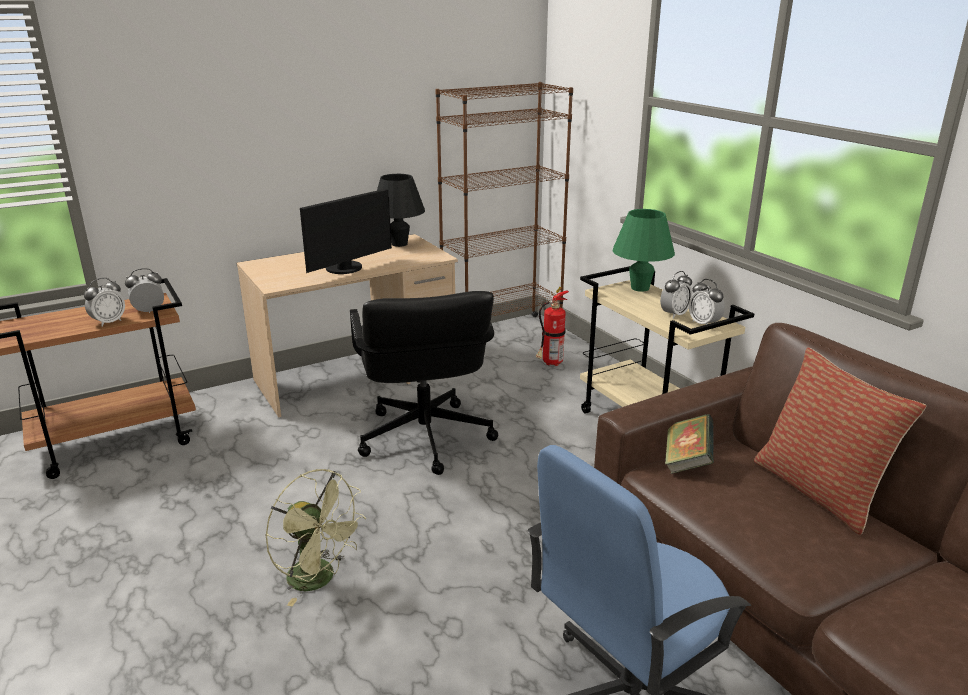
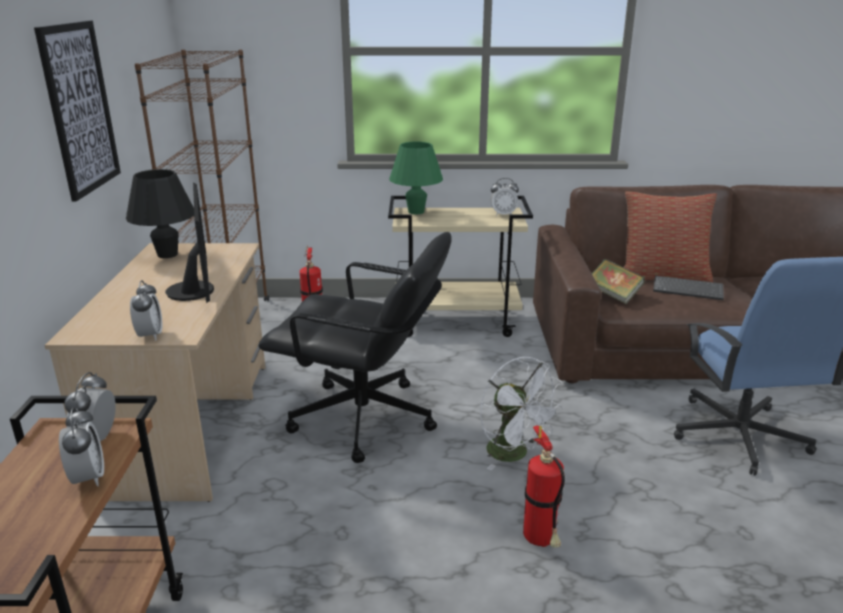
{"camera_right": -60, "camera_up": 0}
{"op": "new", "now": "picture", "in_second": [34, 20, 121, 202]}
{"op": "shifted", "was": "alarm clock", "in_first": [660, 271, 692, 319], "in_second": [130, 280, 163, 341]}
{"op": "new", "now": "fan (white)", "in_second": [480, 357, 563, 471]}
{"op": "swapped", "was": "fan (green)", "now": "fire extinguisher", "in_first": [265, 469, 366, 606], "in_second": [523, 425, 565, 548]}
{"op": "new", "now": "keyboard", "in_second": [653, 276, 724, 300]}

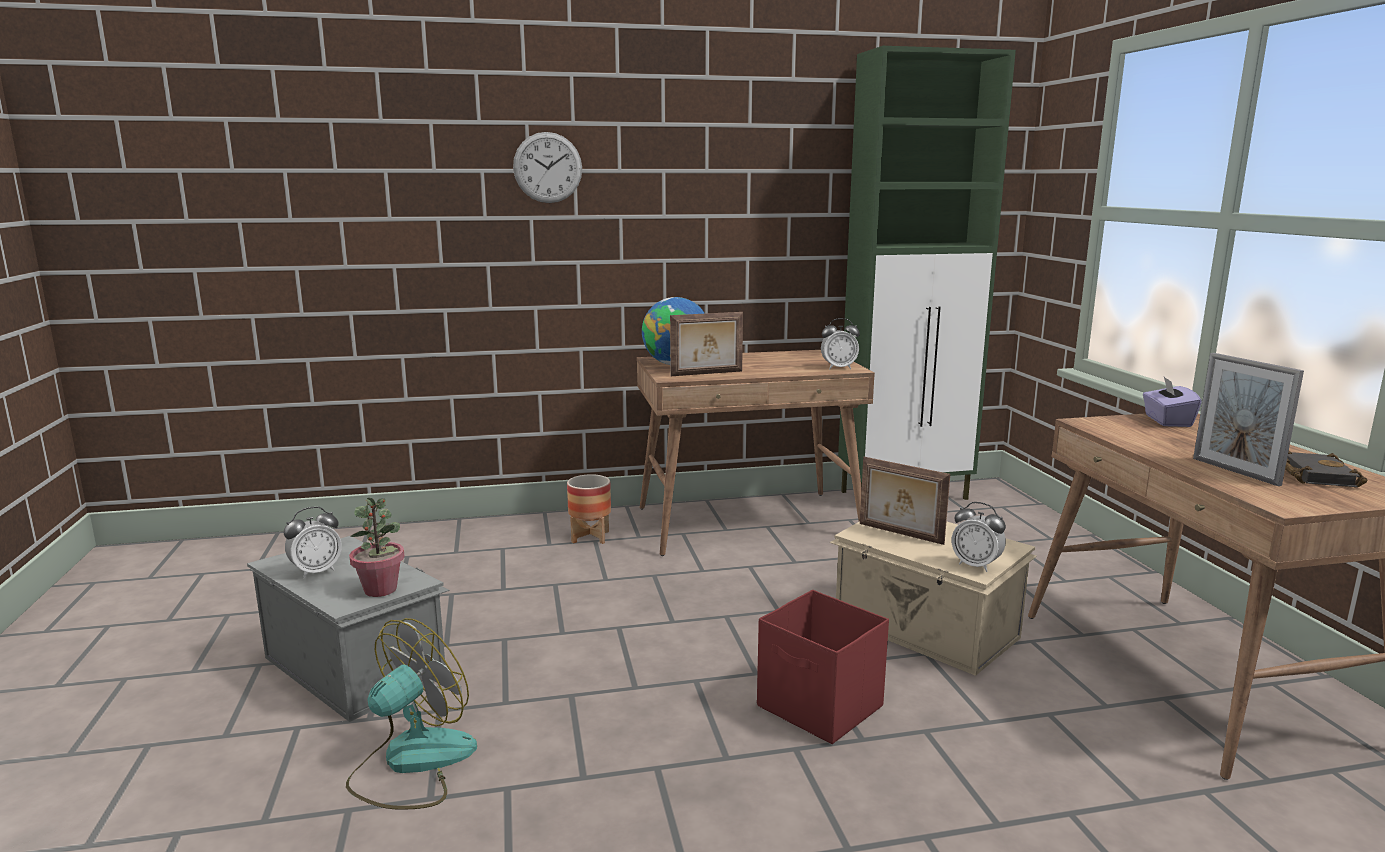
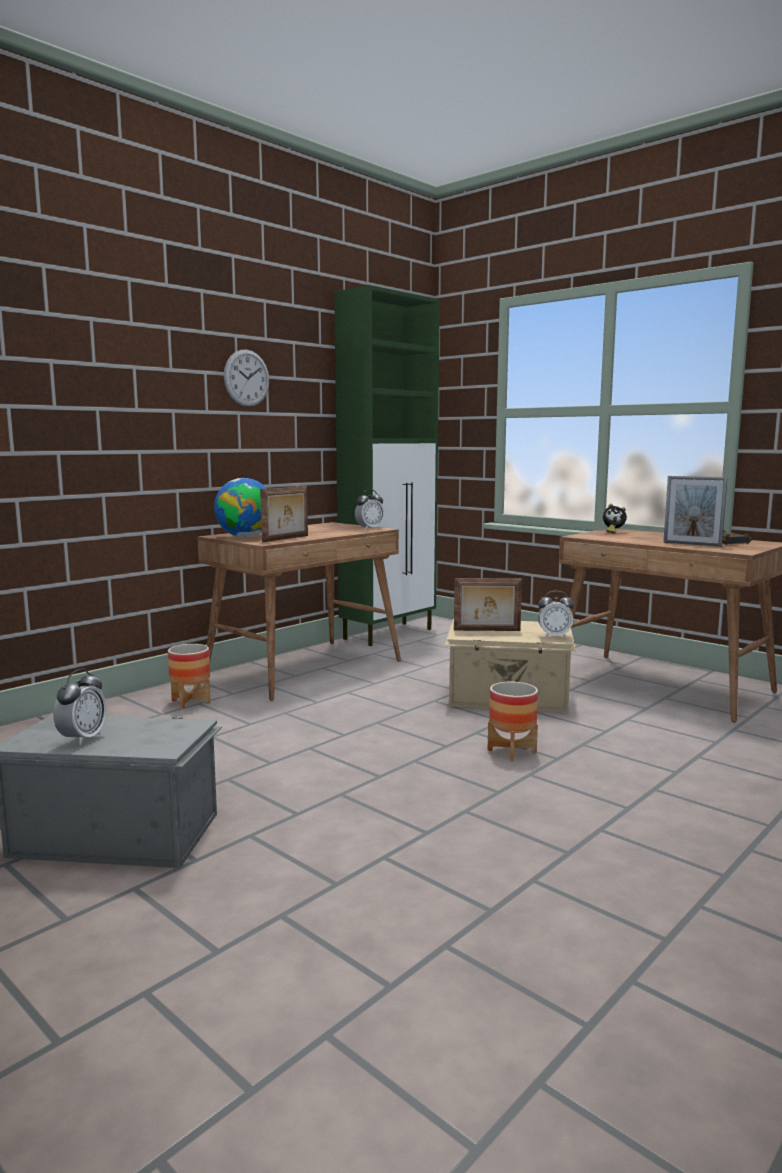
{"camera_right": -35, "camera_up": -5}
{"op": "shifted", "was": "wall clock", "in_first": [513, 132, 582, 203], "in_second": [224, 349, 269, 407]}
{"op": "swapped", "was": "storage box (red)", "now": "planter", "in_first": [757, 590, 889, 744], "in_second": [488, 682, 538, 761]}
{"op": "swapped", "was": "tissue box (purple)", "now": "alarm clock", "in_first": [1143, 377, 1202, 427], "in_second": [603, 504, 627, 534]}
{"op": "gone", "was": "fan", "in_first": [346, 618, 477, 810]}
{"op": "gone", "was": "potted plant", "in_first": [349, 498, 405, 597]}

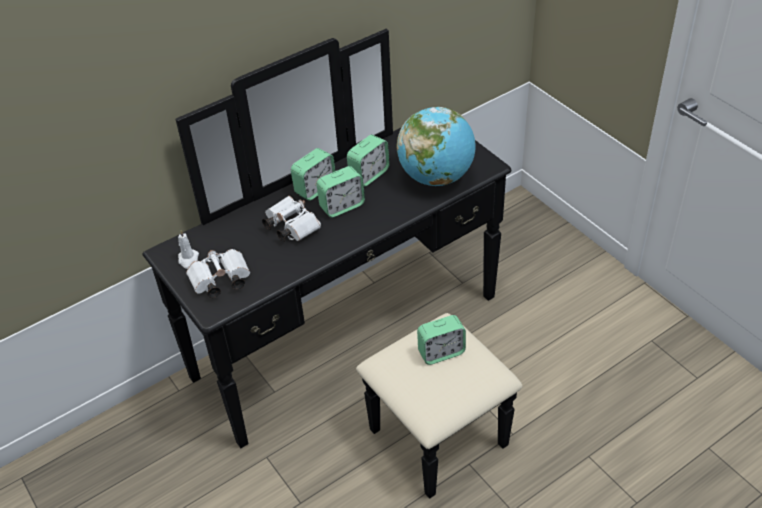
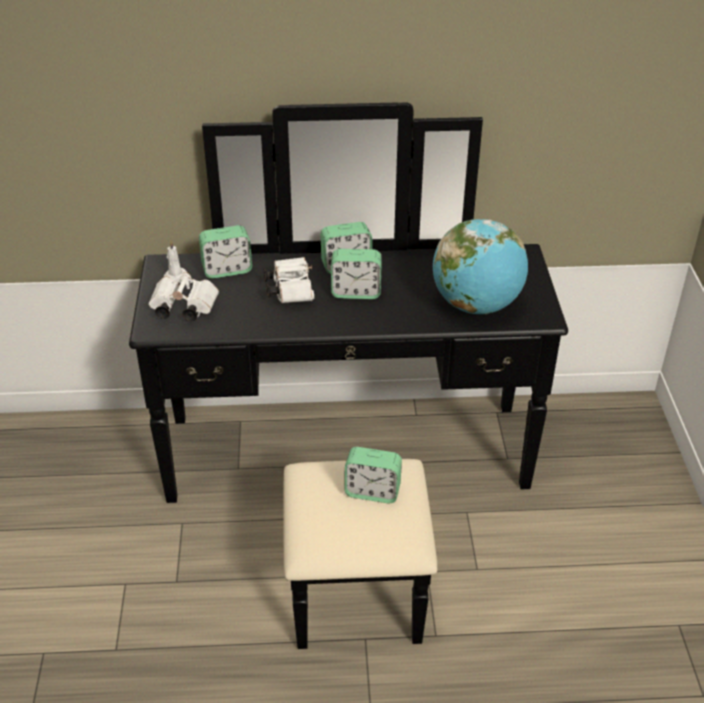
{"camera_right": 30, "camera_up": -5}
{"op": "shifted", "was": "alarm clock", "in_first": [347, 135, 390, 187], "in_second": [199, 225, 252, 279]}

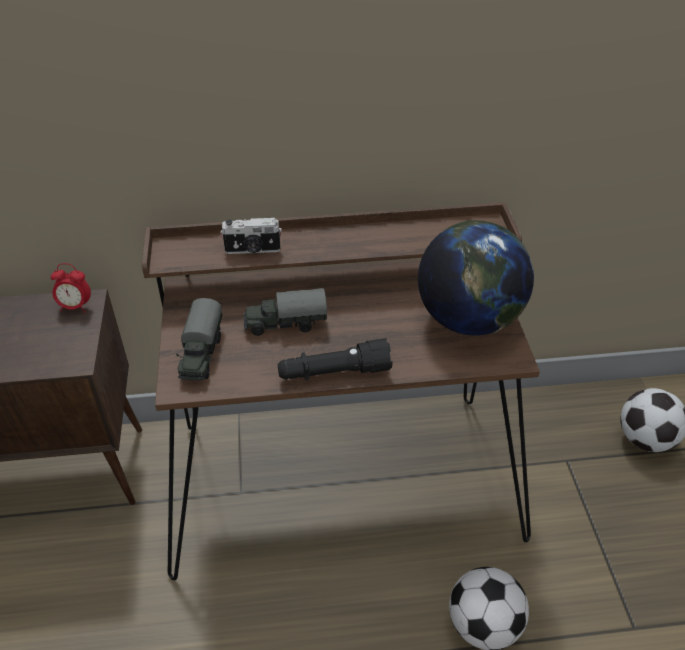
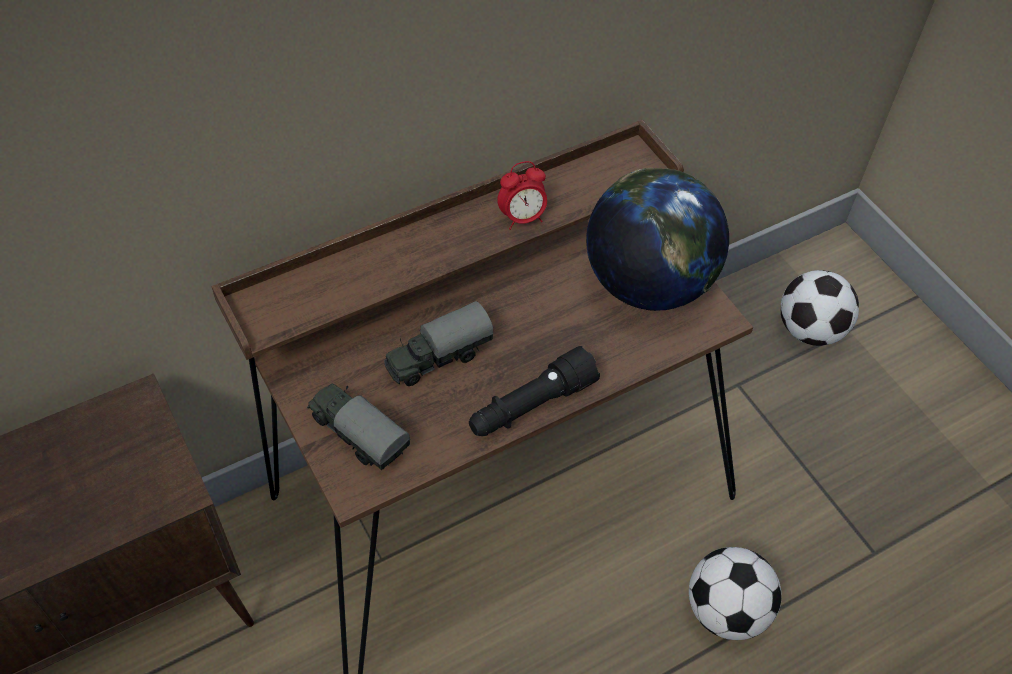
{"camera_right": -25, "camera_up": 10}
{"op": "rotated", "was": "toy truck", "in_first": [176, 298, 222, 381], "in_second": [307, 384, 410, 470], "clockwise": 150}
{"op": "shifted", "was": "alarm clock", "in_first": [51, 263, 91, 313], "in_second": [497, 161, 547, 230]}
{"op": "gone", "was": "photo camera", "in_first": [220, 217, 282, 254]}

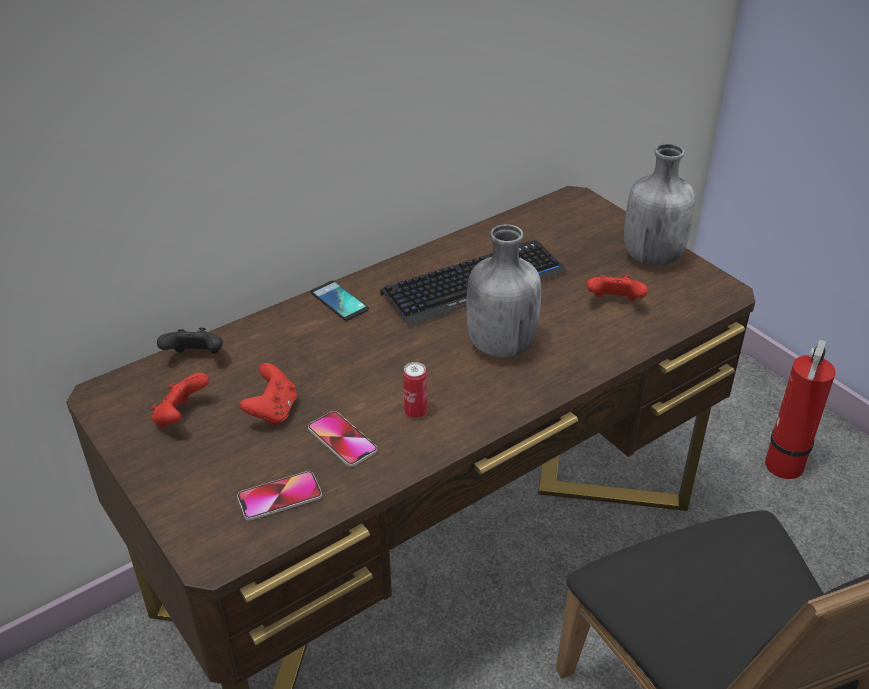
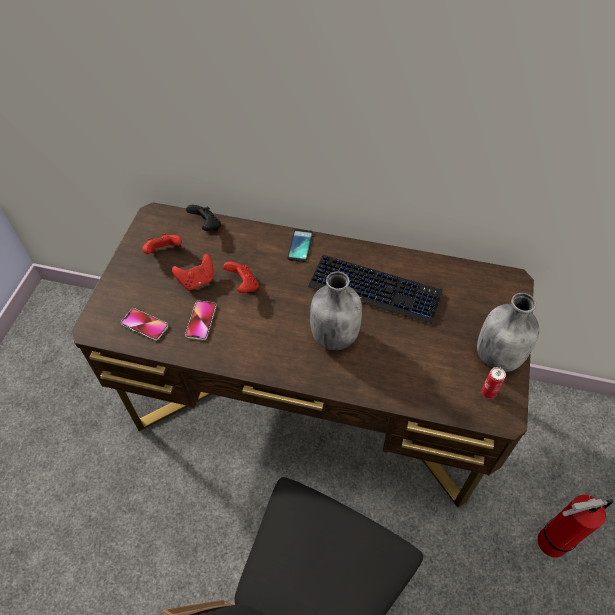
{"camera_right": 50, "camera_up": 15}
{"op": "shifted", "was": "game controller (red)", "in_first": [586, 275, 648, 301], "in_second": [223, 262, 259, 293]}
{"op": "shifted", "was": "can", "in_first": [403, 362, 427, 419], "in_second": [481, 367, 506, 399]}

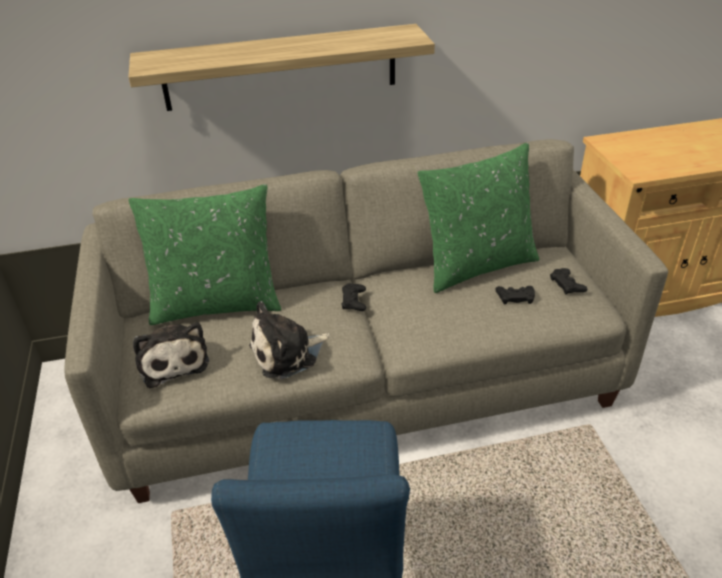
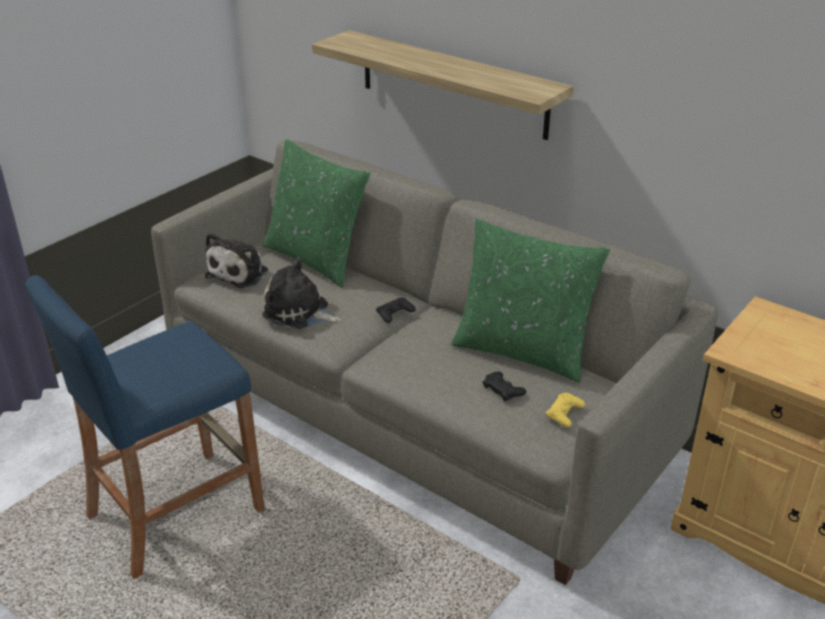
{"camera_right": 50, "camera_up": -5}
{"op": "repainted", "was": "game controller (black)", "now": "game controller (yellow)", "in_first": [550, 268, 587, 294], "in_second": [546, 393, 585, 427]}

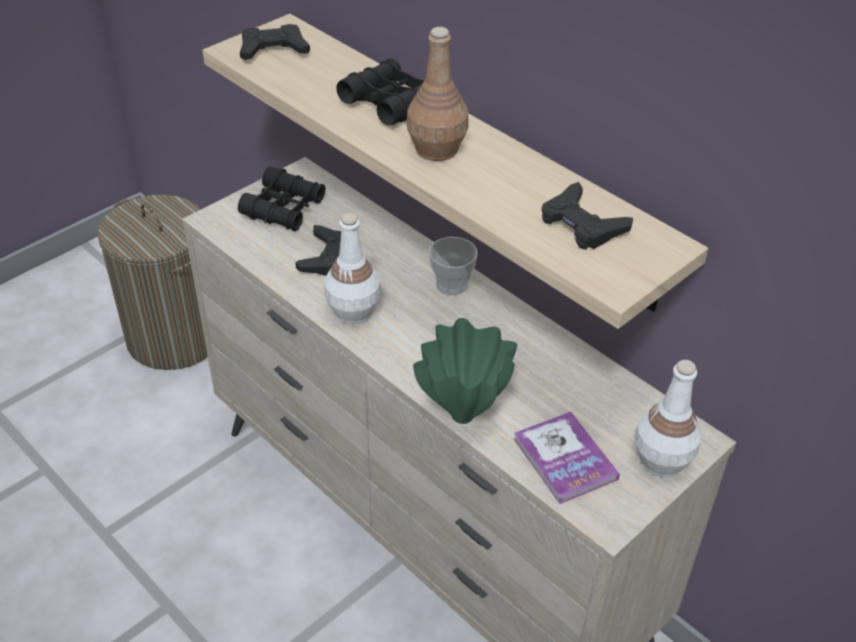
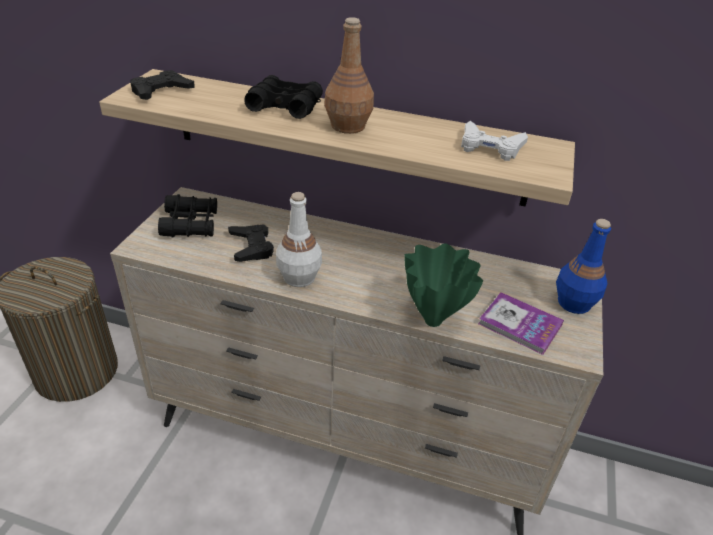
{"camera_right": -30, "camera_up": -5}
{"op": "repainted", "was": "game controller (black)", "now": "game controller (white)", "in_first": [542, 182, 633, 250], "in_second": [461, 121, 528, 161]}
{"op": "repainted", "was": "bottle (white)", "now": "bottle (blue)", "in_first": [634, 360, 702, 477], "in_second": [556, 219, 611, 314]}
{"op": "gone", "was": "cup", "in_first": [429, 237, 477, 295]}

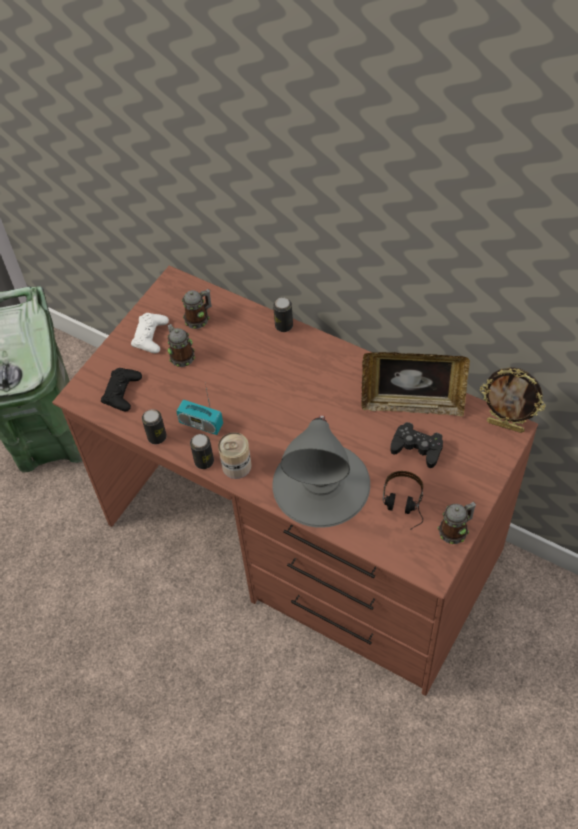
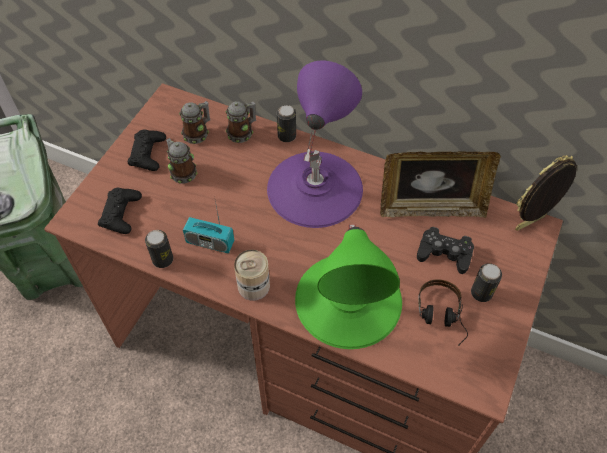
{"camera_right": -10, "camera_up": 0}
{"op": "repainted", "was": "game controller (white)", "now": "game controller (black)", "in_first": [131, 313, 169, 353], "in_second": [128, 130, 166, 171]}
{"op": "shifted", "was": "mug", "in_first": [438, 502, 476, 544], "in_second": [226, 101, 256, 143]}
{"op": "new", "now": "table lamp (purple)", "in_second": [267, 61, 363, 228]}
{"op": "repainted", "was": "table lamp (grey)", "now": "table lamp (green)", "in_first": [272, 415, 370, 528], "in_second": [295, 225, 402, 349]}
{"op": "shifted", "was": "can", "in_first": [190, 434, 214, 469], "in_second": [471, 263, 502, 302]}
{"op": "rotated", "was": "picture frame", "in_first": [480, 367, 545, 433], "in_second": [515, 155, 577, 231], "clockwise": 135}

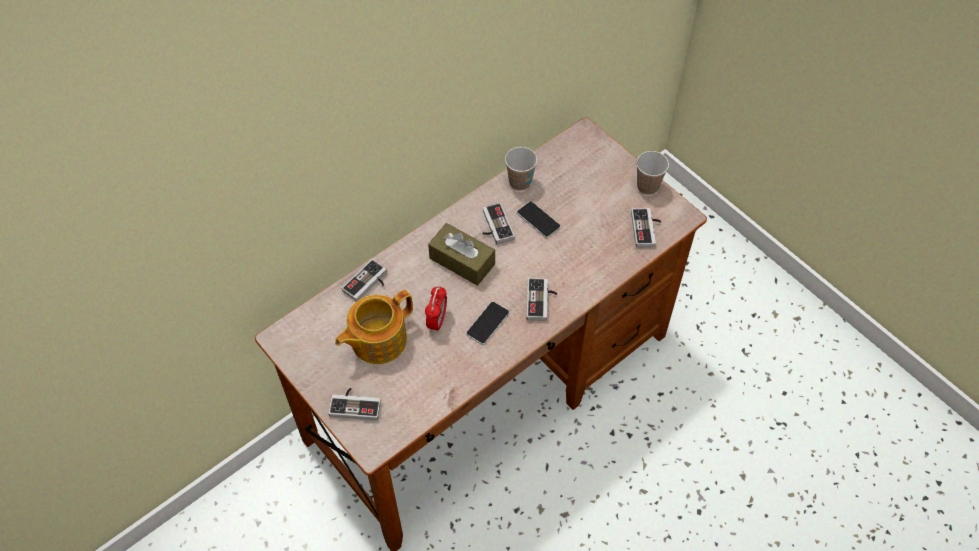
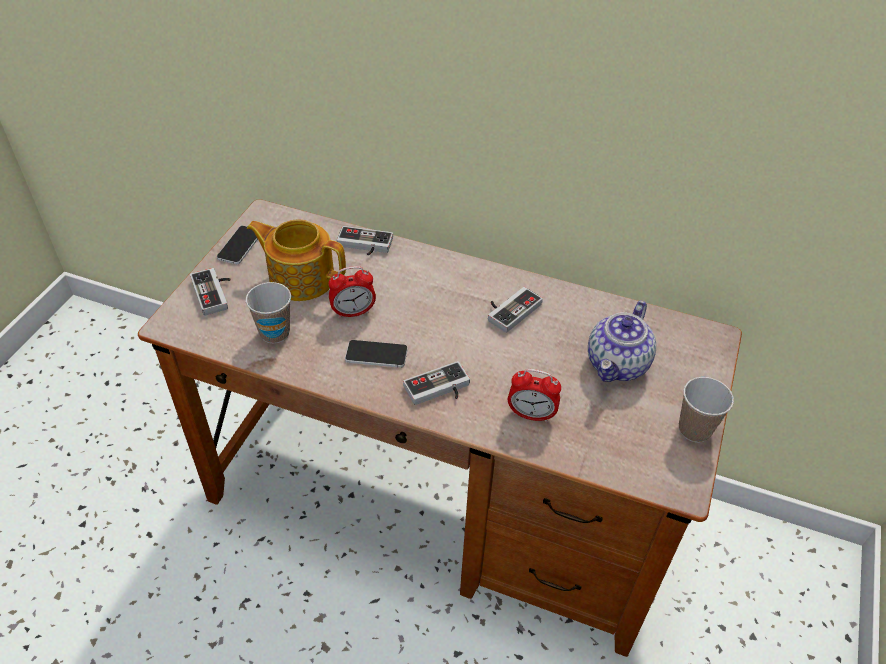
{"camera_right": 60, "camera_up": -10}
{"op": "shifted", "was": "phone", "in_first": [517, 201, 560, 238], "in_second": [217, 226, 258, 264]}
{"op": "shifted", "was": "cup", "in_first": [505, 147, 537, 191], "in_second": [246, 282, 291, 344]}
{"op": "new", "now": "alarm clock", "in_second": [508, 369, 561, 422]}
{"op": "new", "now": "teapot", "in_second": [588, 300, 656, 382]}
{"op": "gone", "was": "tissue box (brown)", "in_first": [428, 223, 495, 286]}
{"op": "gone", "was": "game controller", "in_first": [631, 208, 661, 248]}

